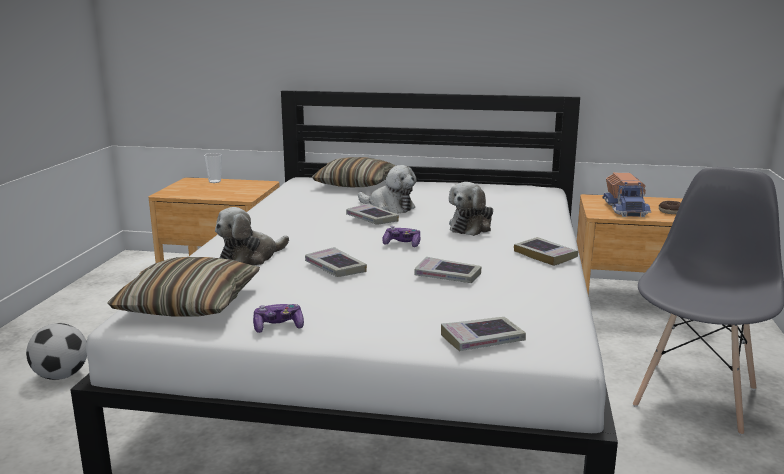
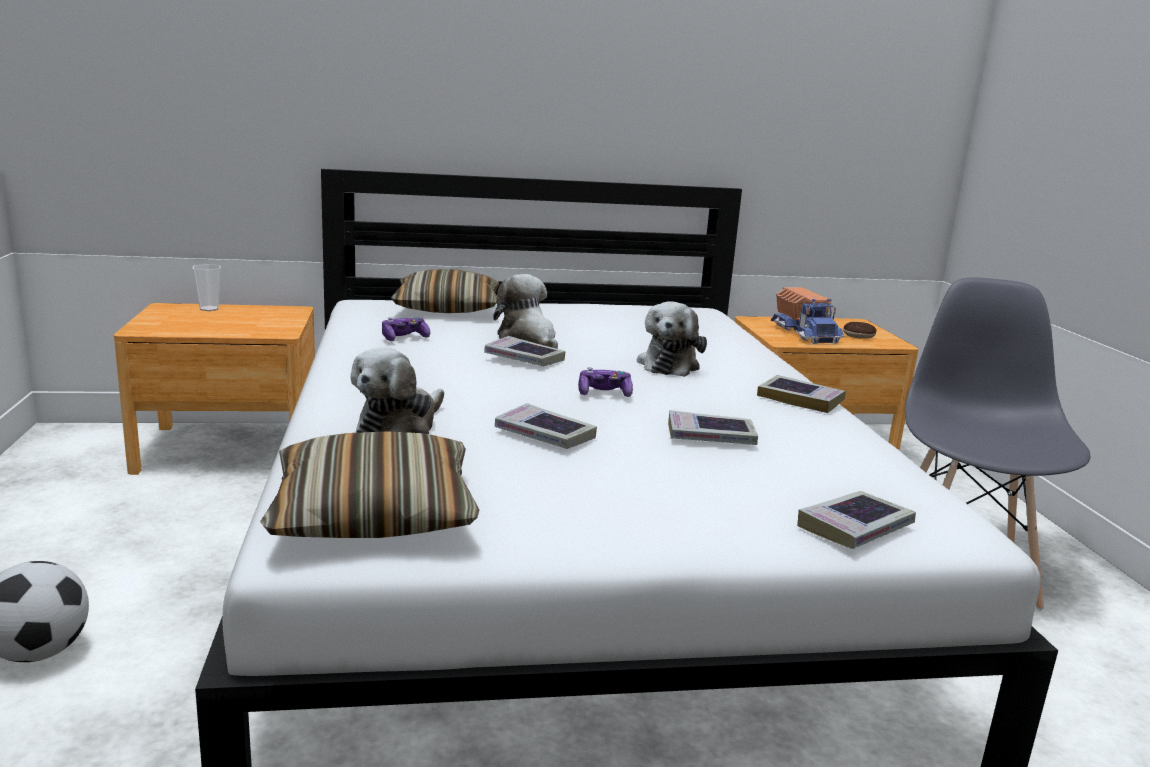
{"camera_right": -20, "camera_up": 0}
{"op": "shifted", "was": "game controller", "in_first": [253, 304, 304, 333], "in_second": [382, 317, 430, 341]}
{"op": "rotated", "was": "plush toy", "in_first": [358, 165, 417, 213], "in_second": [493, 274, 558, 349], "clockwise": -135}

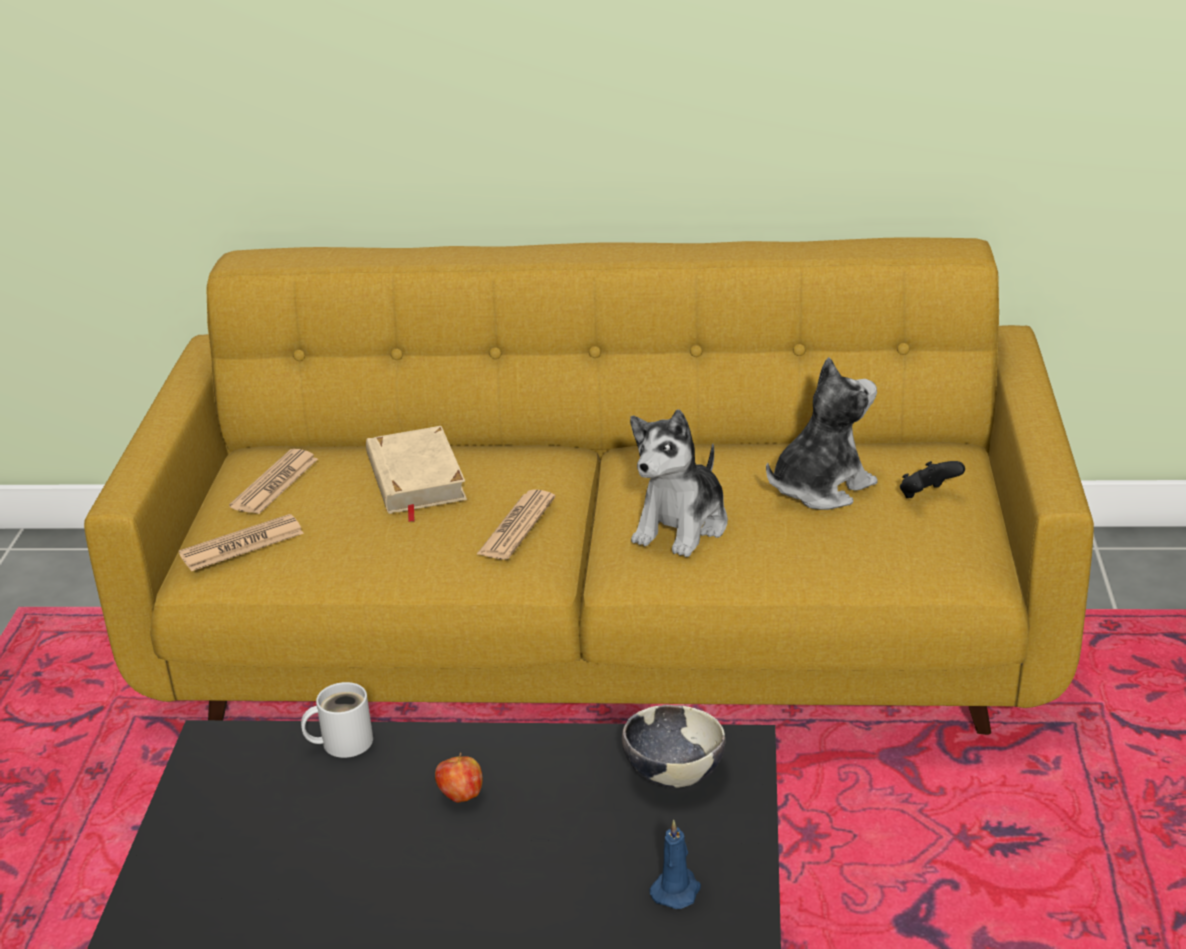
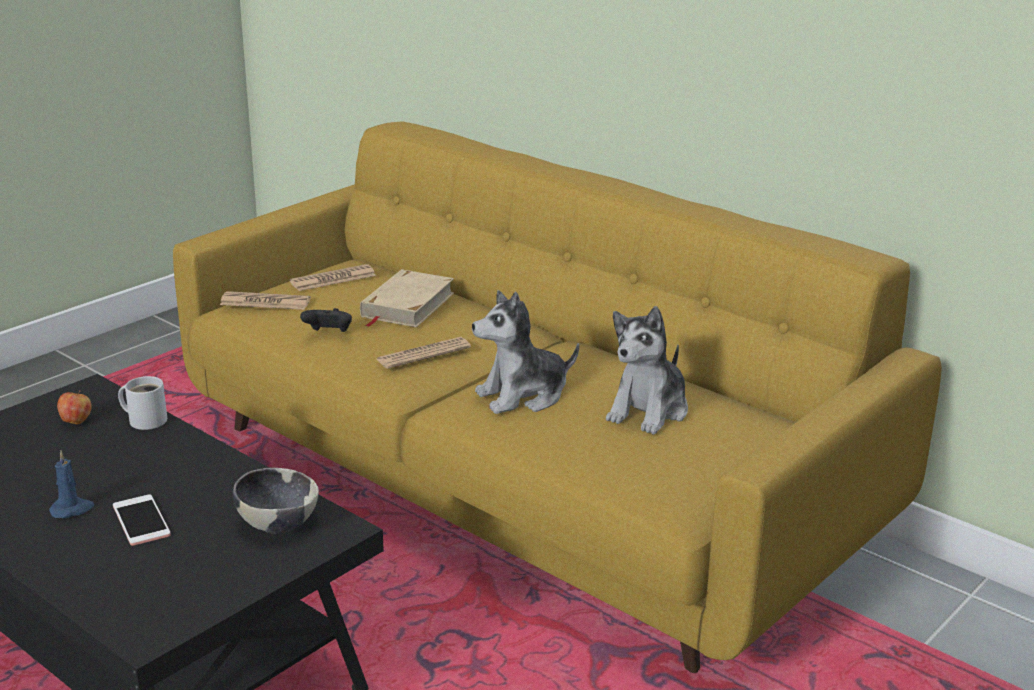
{"camera_right": 35, "camera_up": -5}
{"op": "shifted", "was": "candle (blue)", "in_first": [649, 820, 701, 909], "in_second": [49, 450, 94, 518]}
{"op": "shifted", "was": "apple", "in_first": [435, 752, 483, 803], "in_second": [57, 390, 91, 424]}
{"op": "new", "now": "phone", "in_second": [113, 494, 171, 546]}
{"op": "shifted", "was": "game controller (black)", "in_first": [900, 461, 965, 498], "in_second": [300, 308, 352, 332]}
{"op": "rotated", "was": "plush toy", "in_first": [766, 357, 878, 510], "in_second": [606, 306, 688, 435], "clockwise": 120}

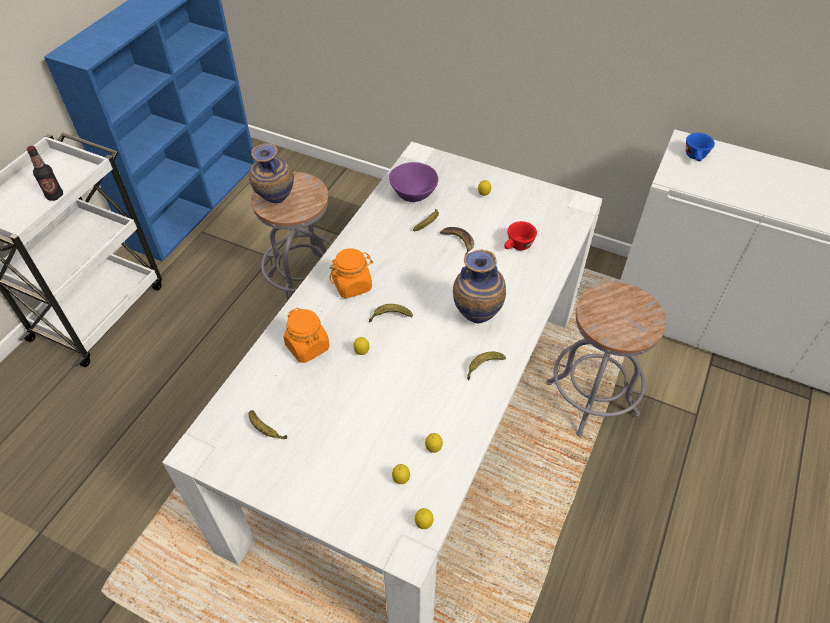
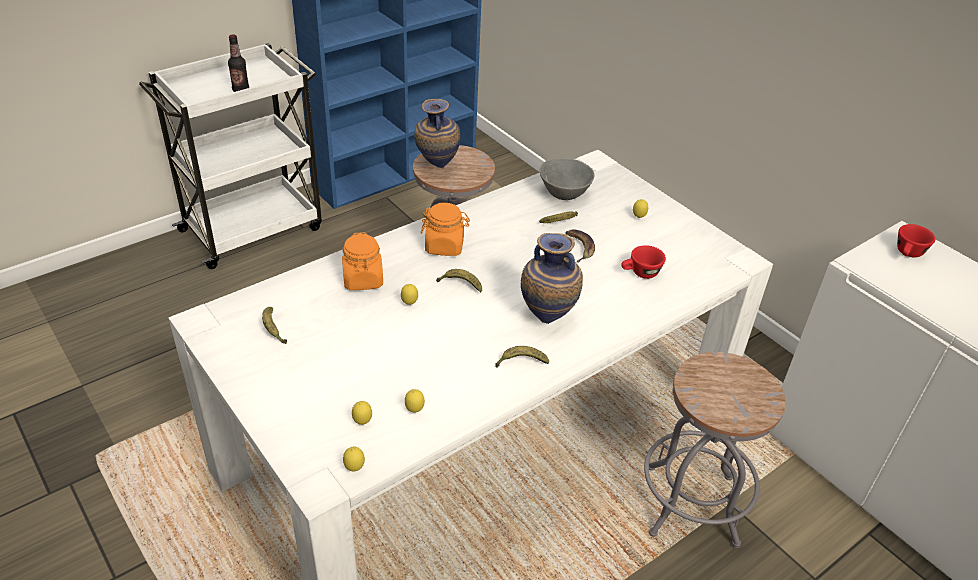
{"camera_right": 25, "camera_up": -10}
{"op": "repainted", "was": "bowl (purple)", "now": "bowl (grey)", "in_first": [389, 162, 438, 202], "in_second": [540, 158, 595, 200]}
{"op": "repainted", "was": "cup (blue)", "now": "cup (red)", "in_first": [686, 133, 715, 161], "in_second": [897, 224, 935, 258]}

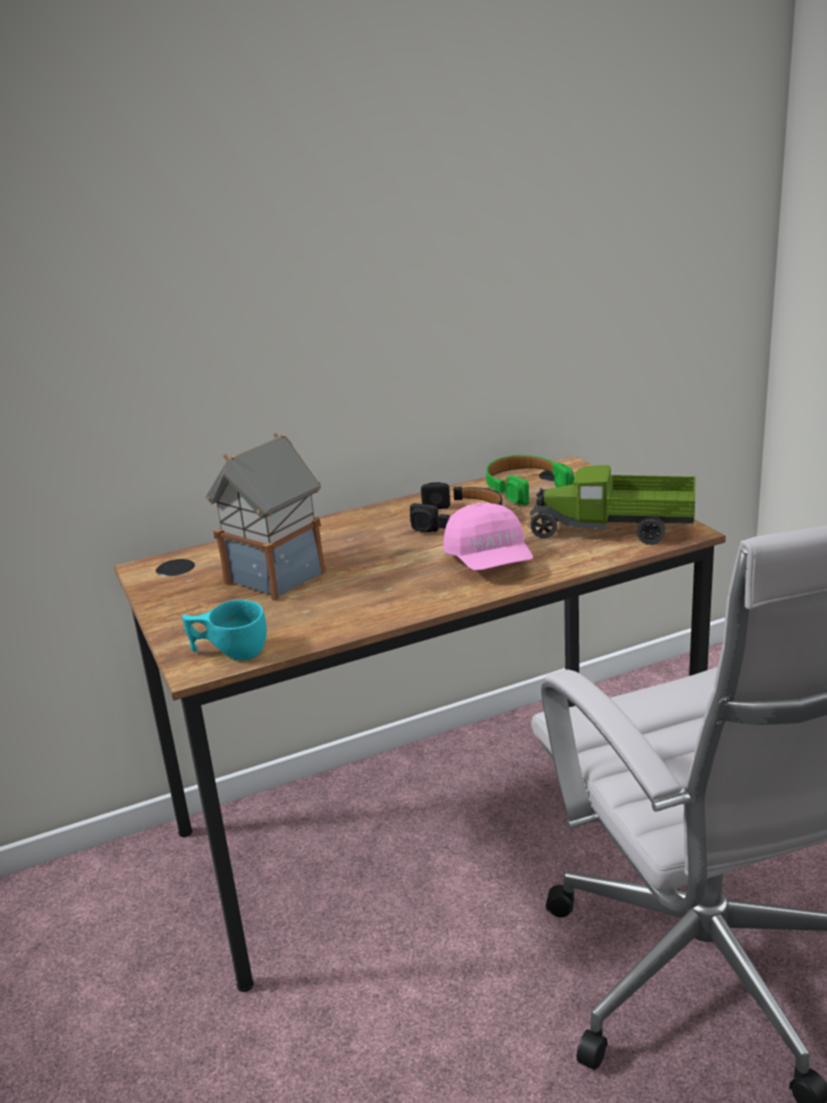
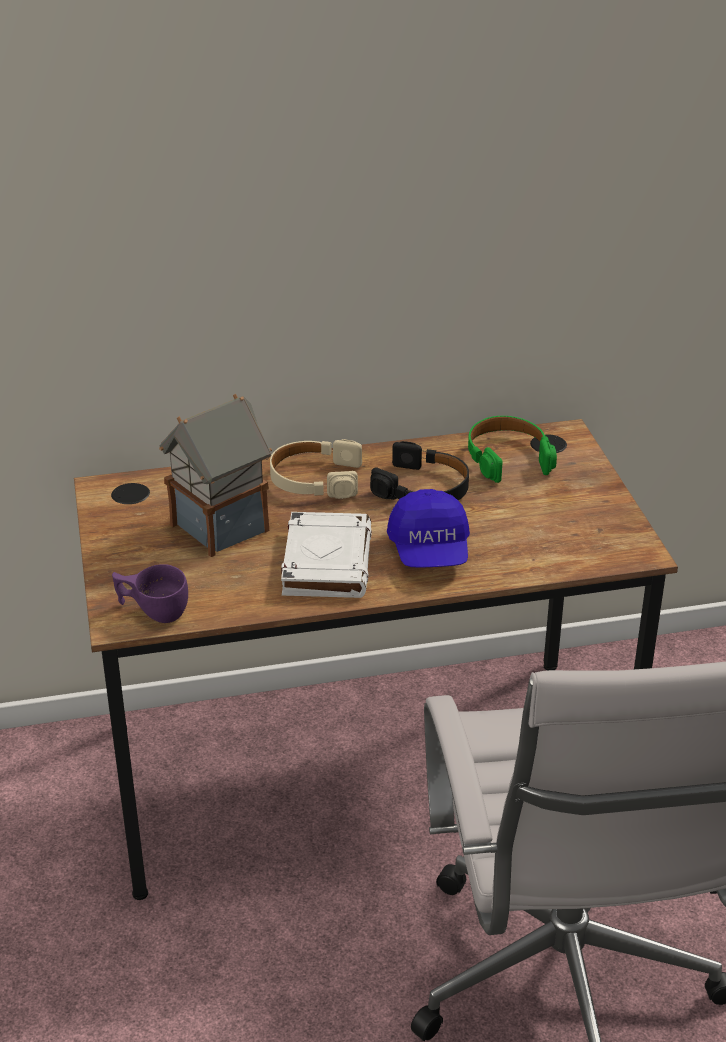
{"camera_right": 10, "camera_up": 10}
{"op": "repainted", "was": "cup (turquoise)", "now": "cup (purple)", "in_first": [182, 600, 267, 660], "in_second": [112, 564, 188, 623]}
{"op": "new", "now": "headphones (beige)", "in_second": [270, 439, 362, 499]}
{"op": "new", "now": "book (white)", "in_second": [281, 512, 372, 598]}
{"op": "repainted", "was": "cap (pink)", "now": "cap (blue)", "in_first": [443, 503, 533, 571], "in_second": [387, 489, 470, 568]}
{"op": "gone", "was": "toy truck", "in_first": [528, 465, 696, 545]}

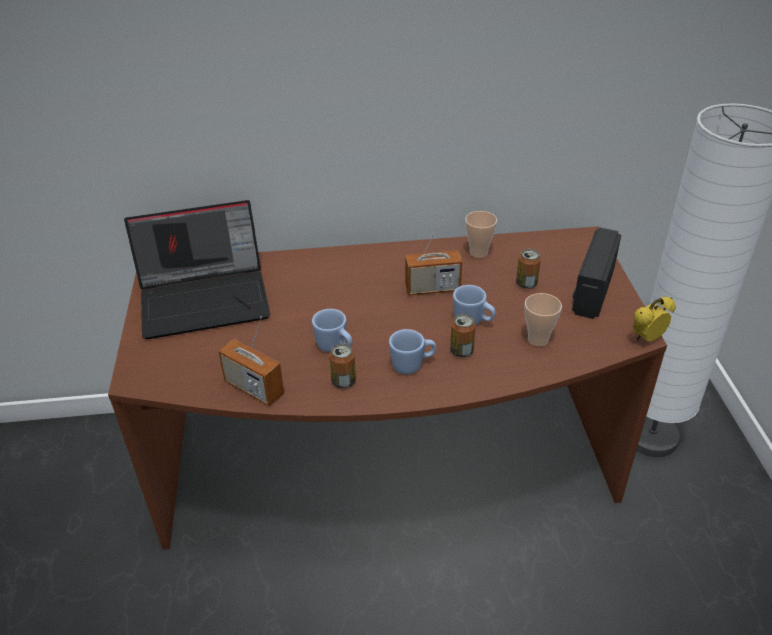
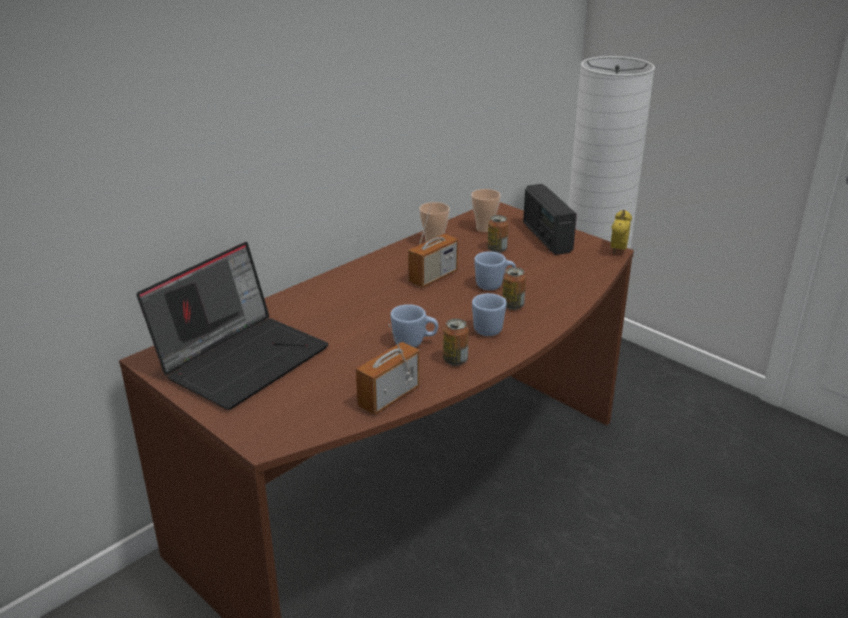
{"camera_right": -40, "camera_up": -10}
{"op": "rotated", "was": "radio", "in_first": [218, 316, 284, 406], "in_second": [356, 324, 420, 415], "clockwise": 135}
{"op": "shifted", "was": "cup", "in_first": [525, 293, 562, 346], "in_second": [471, 189, 501, 232]}

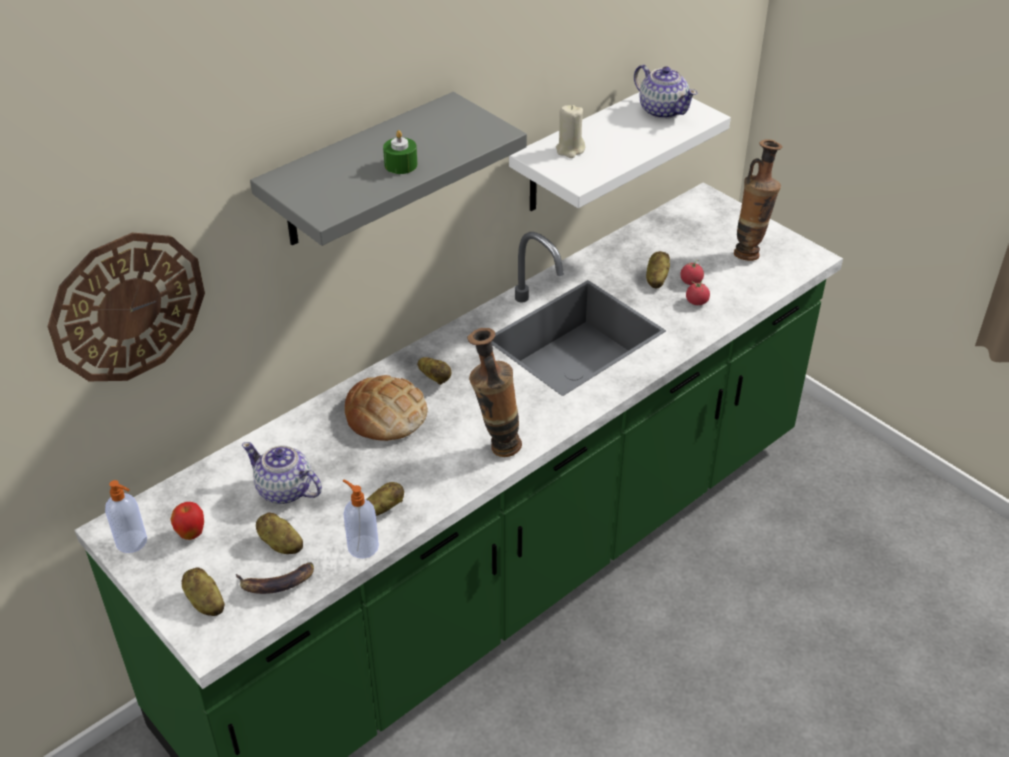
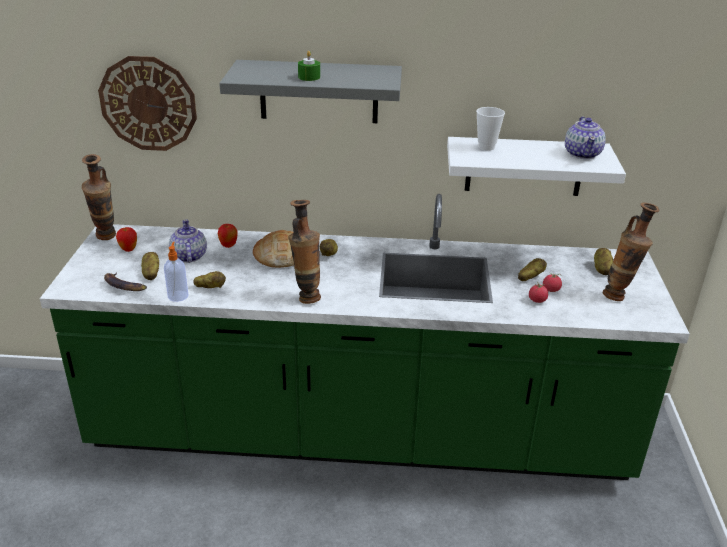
{"camera_right": 45, "camera_up": -10}
{"op": "swapped", "was": "soap dispenser", "now": "vase", "in_first": [105, 480, 147, 553], "in_second": [82, 154, 116, 240]}
{"op": "new", "now": "apple", "in_second": [218, 224, 238, 248]}
{"op": "swapped", "was": "candle (beige)", "now": "cup", "in_first": [556, 105, 585, 158], "in_second": [476, 107, 505, 151]}
{"op": "shifted", "was": "potato", "in_first": [181, 567, 225, 616], "in_second": [594, 248, 613, 275]}

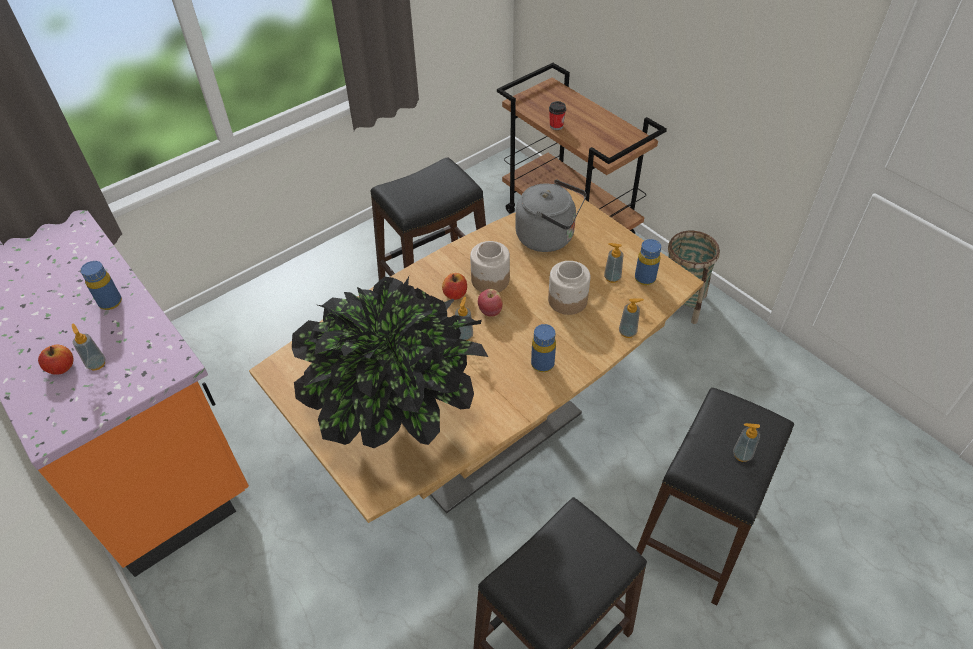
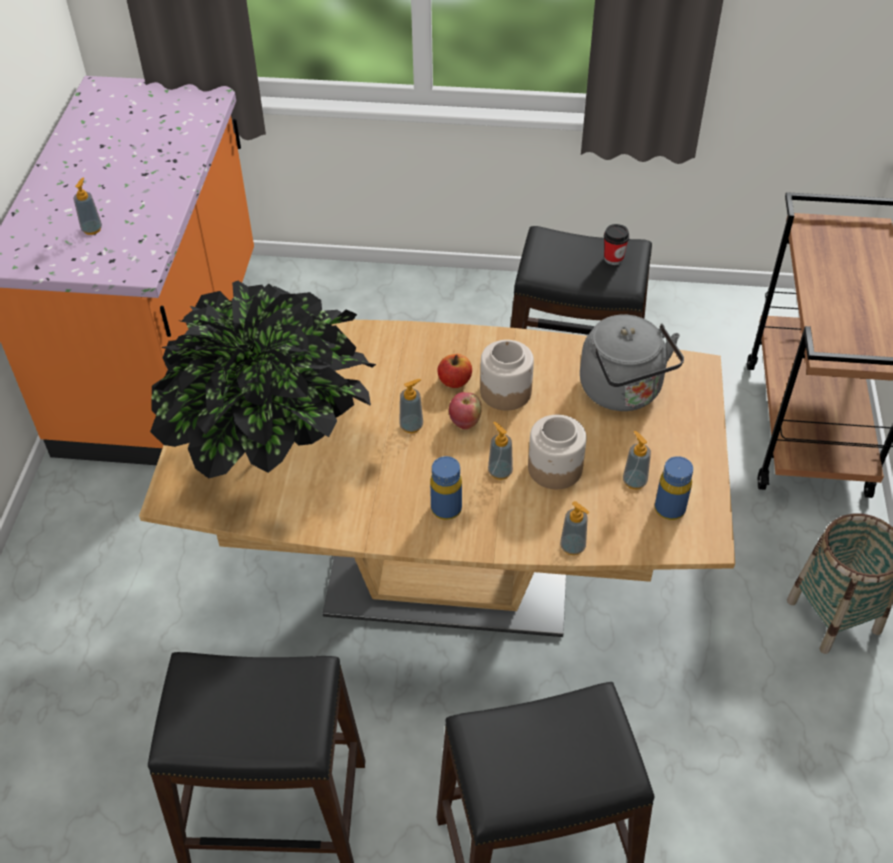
{"camera_right": 45, "camera_up": 0}
{"op": "shifted", "was": "soap dispenser", "in_first": [733, 423, 760, 462], "in_second": [488, 422, 513, 480]}
{"op": "shifted", "was": "cup", "in_first": [549, 101, 566, 130], "in_second": [604, 224, 630, 265]}
{"op": "gone", "was": "apple", "in_first": [38, 345, 73, 375]}
{"op": "gone", "was": "bottle (blue)", "in_first": [80, 261, 122, 310]}

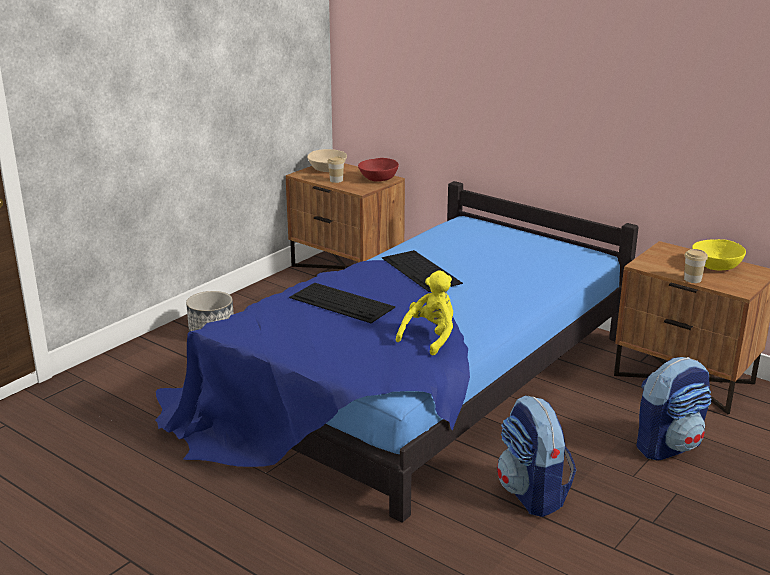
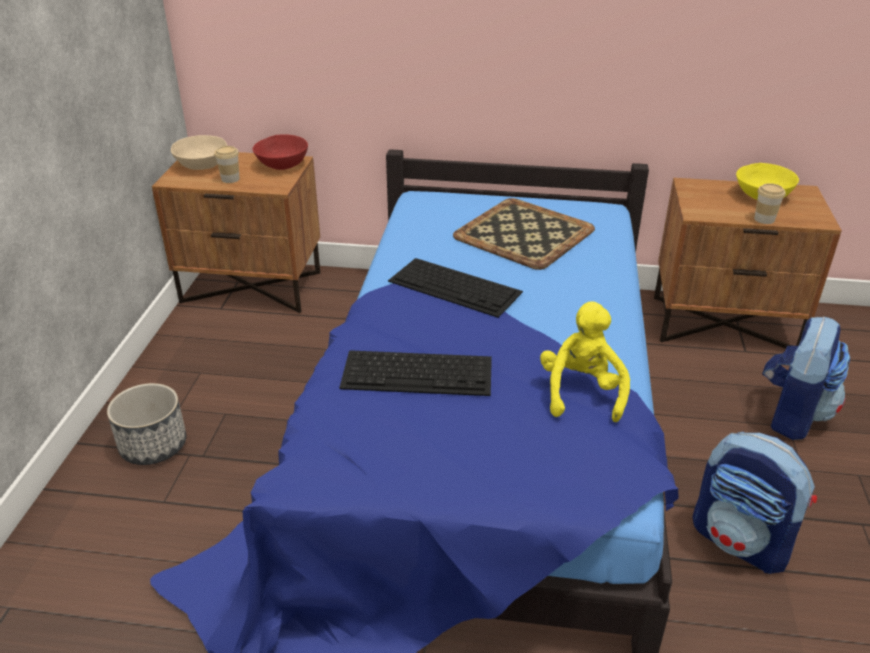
{"camera_right": -30, "camera_up": 10}
{"op": "new", "now": "tray", "in_second": [453, 198, 595, 270]}

